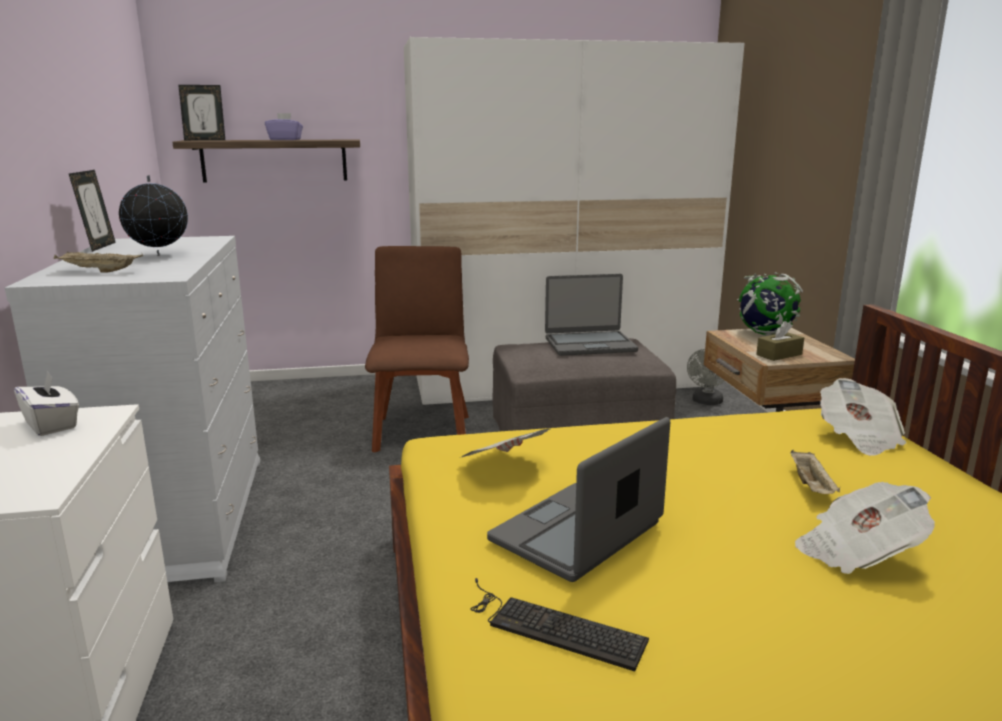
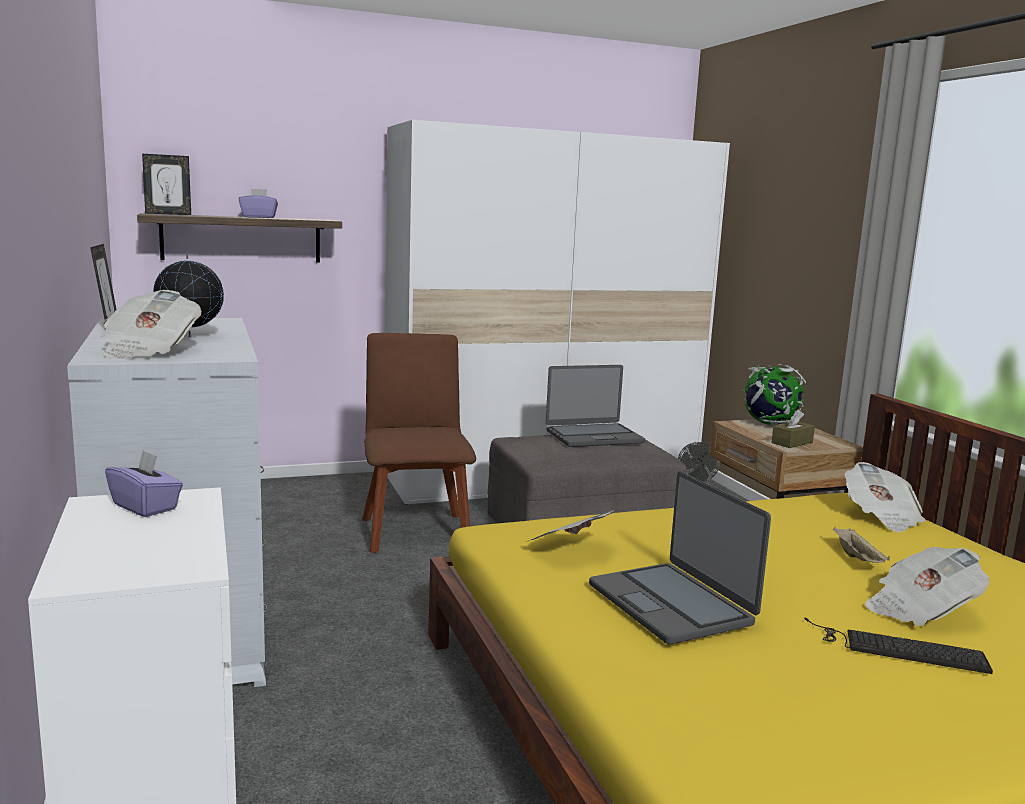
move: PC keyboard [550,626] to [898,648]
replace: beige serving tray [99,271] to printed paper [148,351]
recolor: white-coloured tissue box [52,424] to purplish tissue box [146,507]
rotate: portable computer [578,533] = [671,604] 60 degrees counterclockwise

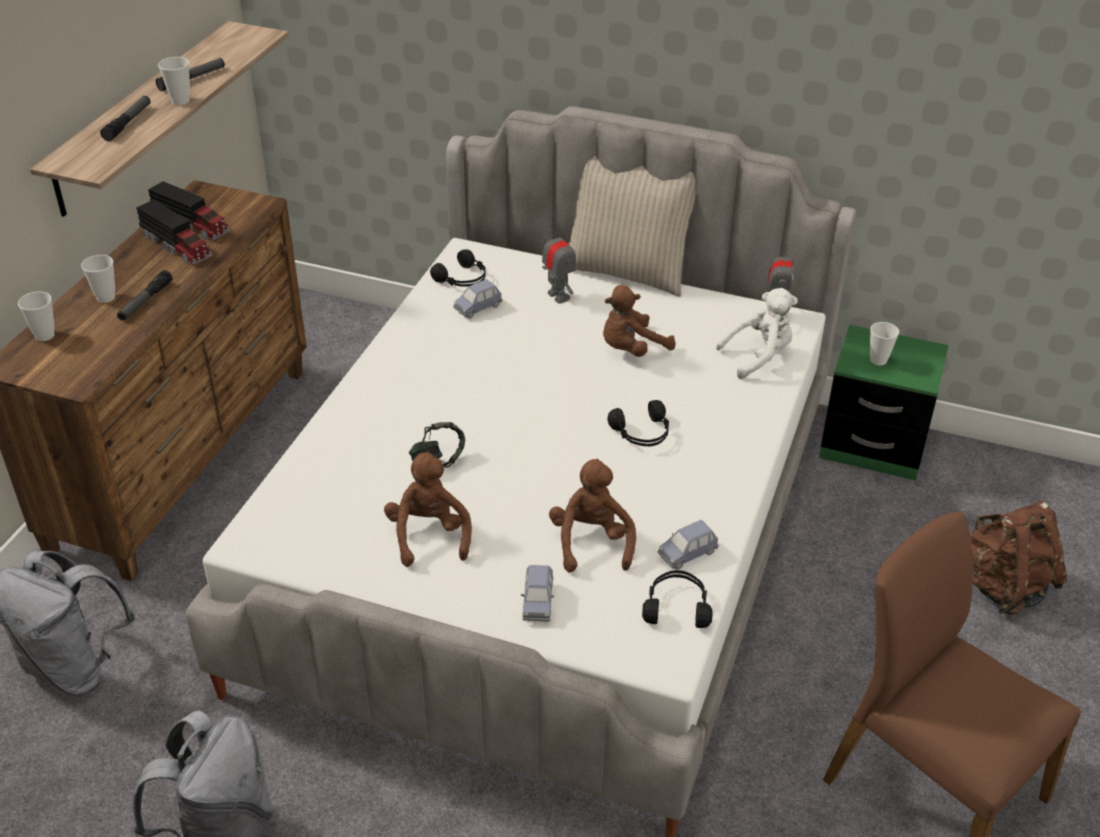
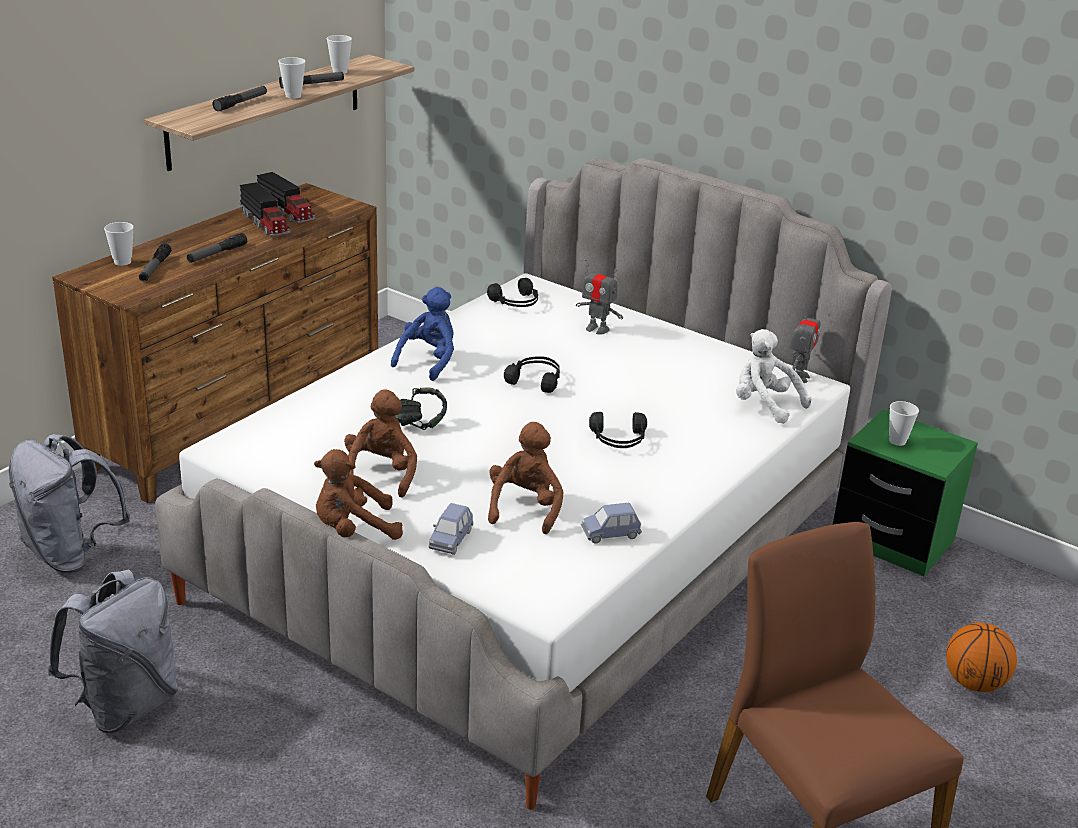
delete: beige pillow [627,271]; blue-coloured miniature car [478,308]
insert: flashlight [155,268]; blue-coloured cuddly toy [429,361]
move: small cup [105,297] to [340,71]; brownish cuddly toy [631,349] to [353,530]; black-coloured pair of headphones [676,606] to [536,380]
replace: brownish knapsack [1002,588] to ball for basketball [974,683]
rotate: robot figure [558,296] = [597,329] 135 degrees clockwise; white-coloured cuddly toy [759,357] = [764,405] 135 degrees counterclockwise

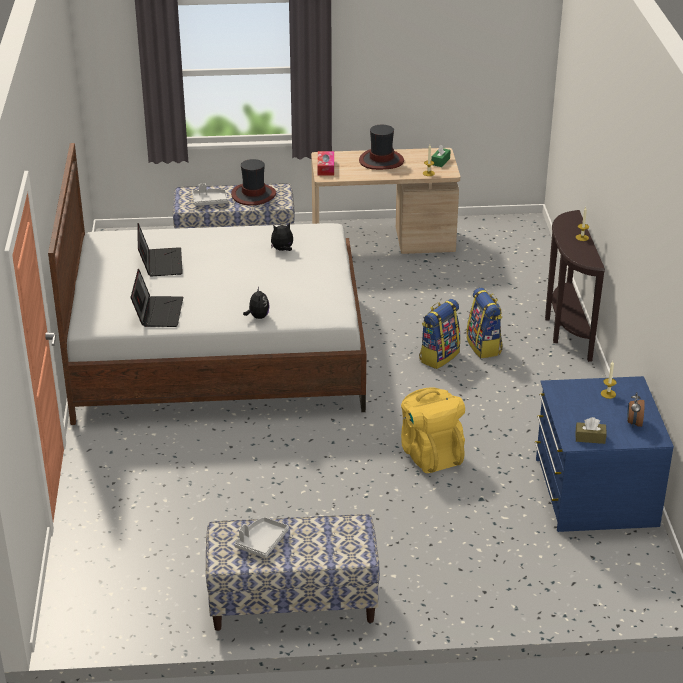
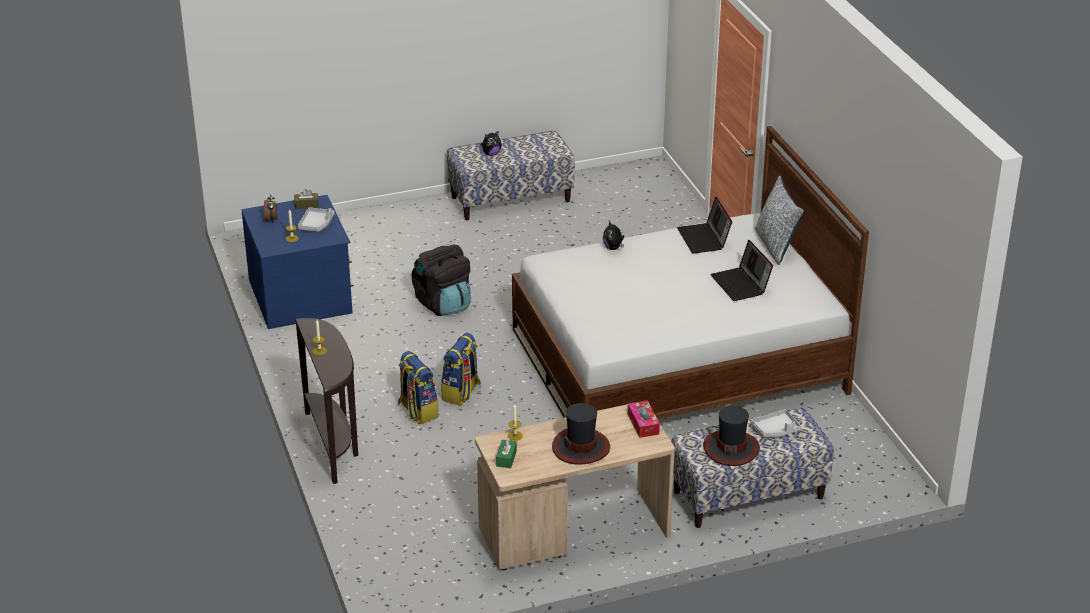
insert: pillow [776,246]
move: cuddly toy [282,250] to [491,154]; greyish serving tray [261,542] to [316,224]
recolor: yellow knapsack [430,454] to black-coloured knapsack [443,304]

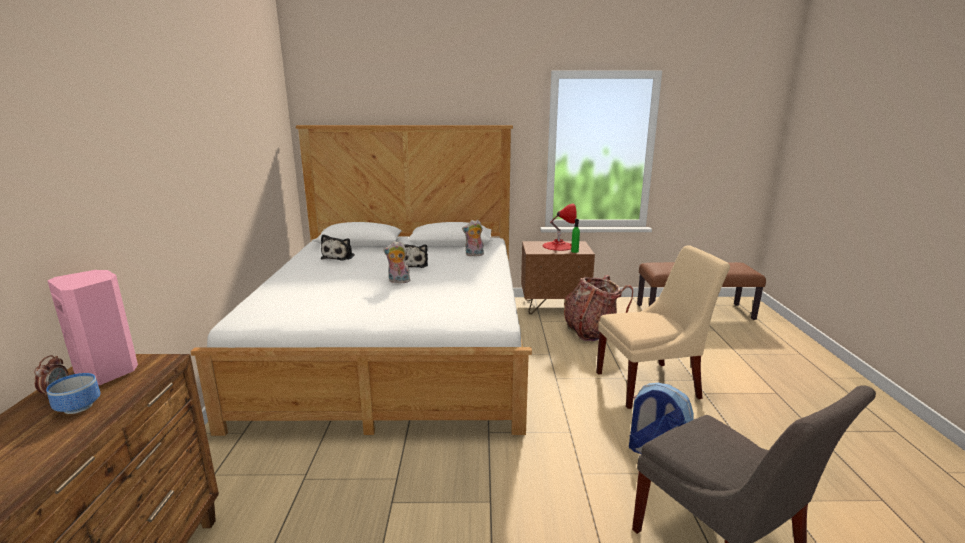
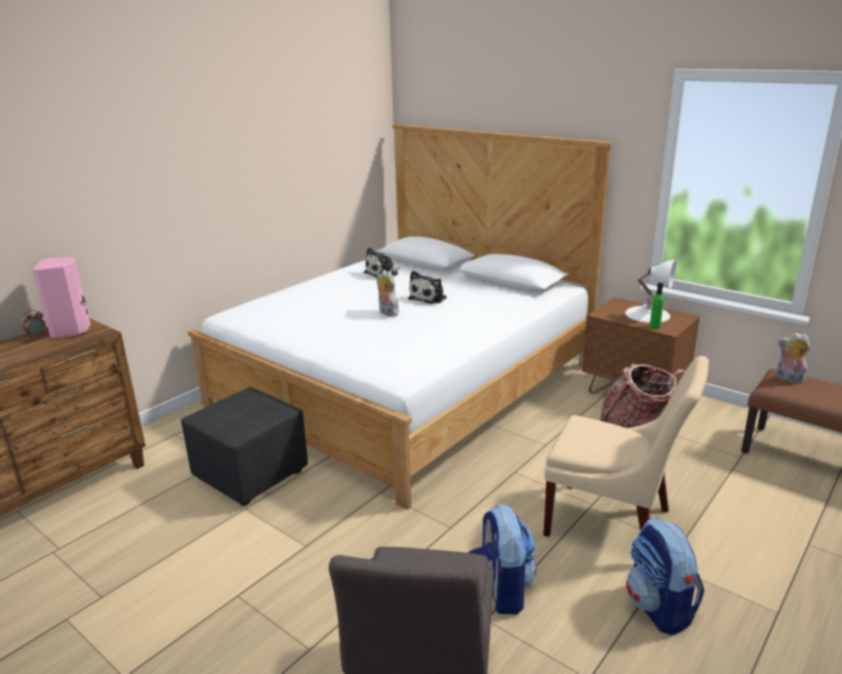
delete: deep dish [80,407]
insert: black-coloured ottoman [252,475]; knapsack [659,608]
move: cuddly toy [474,255] to [788,379]
recolor: red-coloured tabletop lamp [558,246] to white-coloured tabletop lamp [647,314]

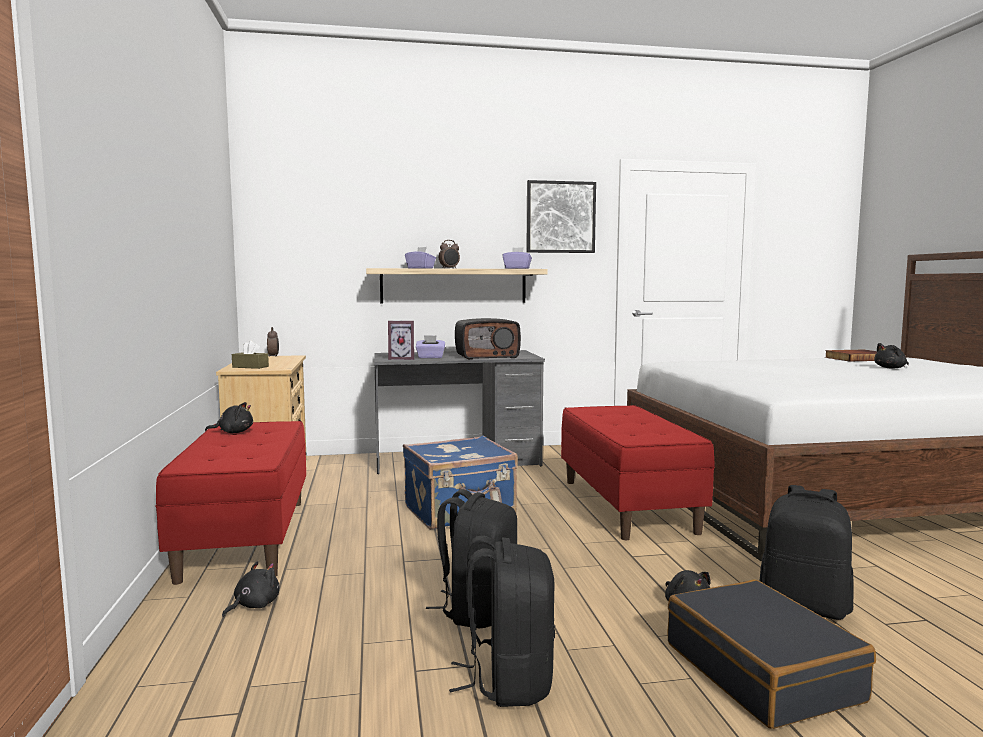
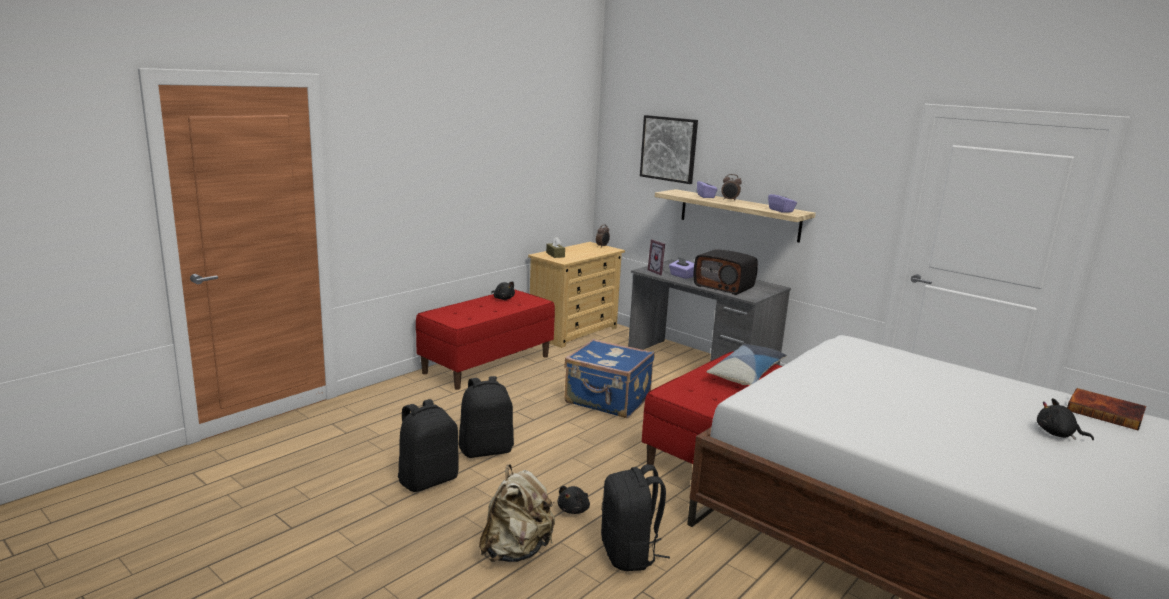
delete: black-coloured cuddly toy [254,605]
insert: pillow [747,374]
move: wall art [560,217] to [669,149]
replace: black-coloured piece of luggage [762,671] to beige knapsack [516,551]

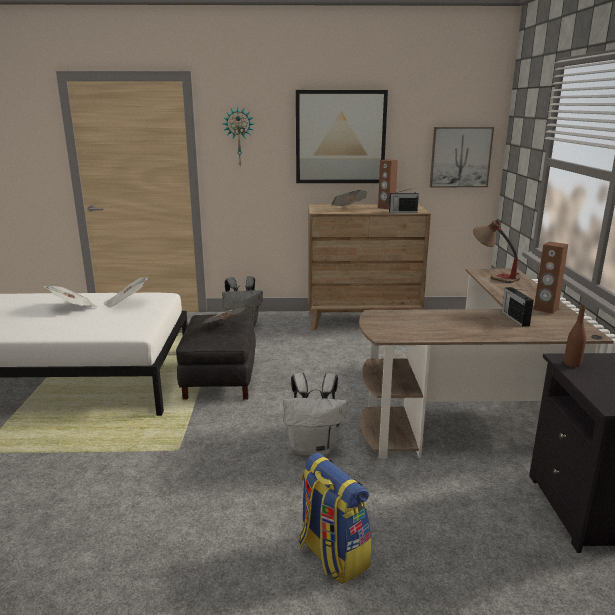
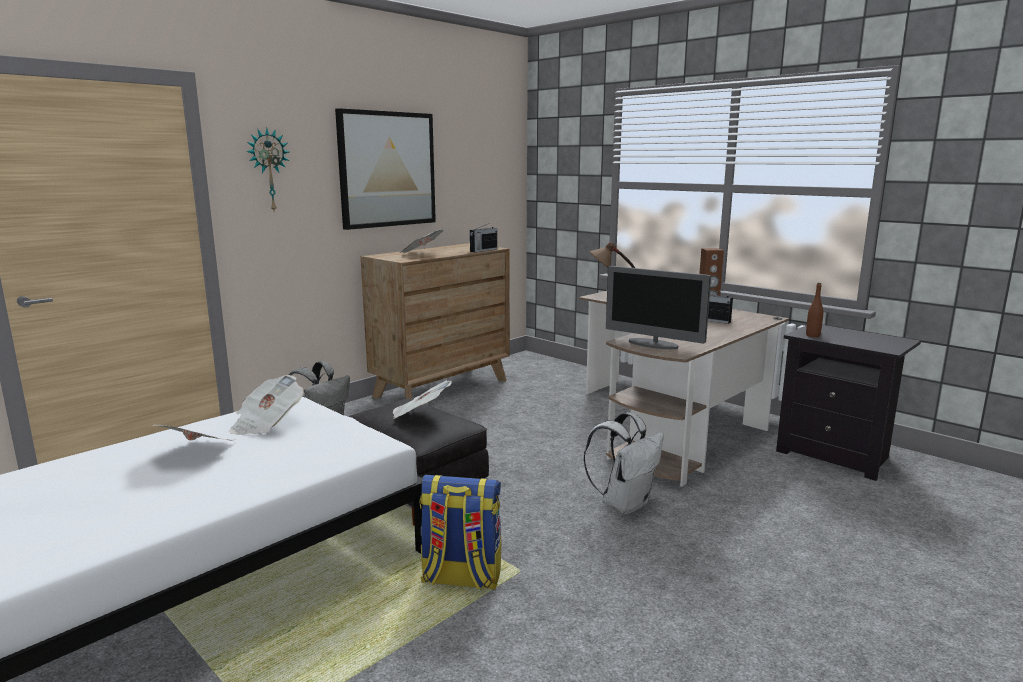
delete: wall art [460,157]; brownish audio speaker [386,208]
insert: computer display [653,344]
move: knapsack [332,555] to [461,578]

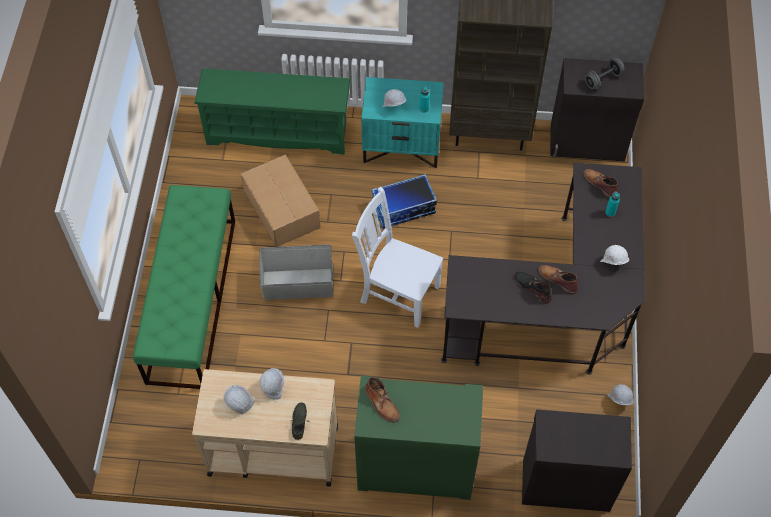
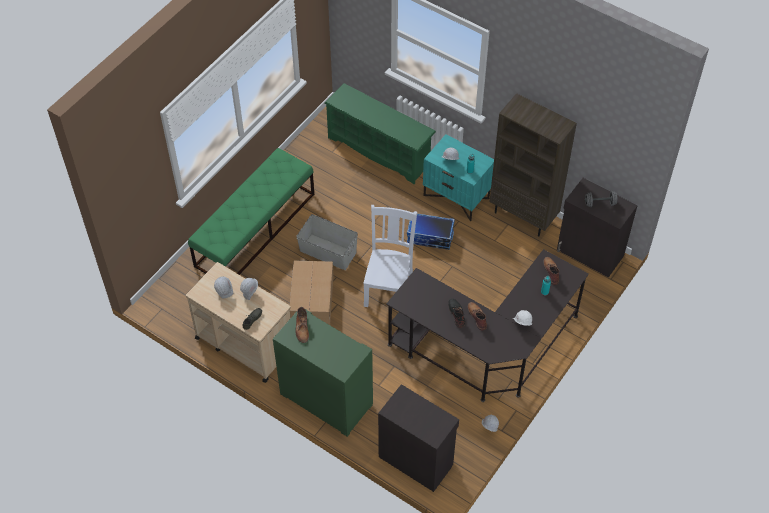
move: carton [281,208] to [312,299]
rotate: white-coloured chair [397,292] = [389,288] 45 degrees clockwise

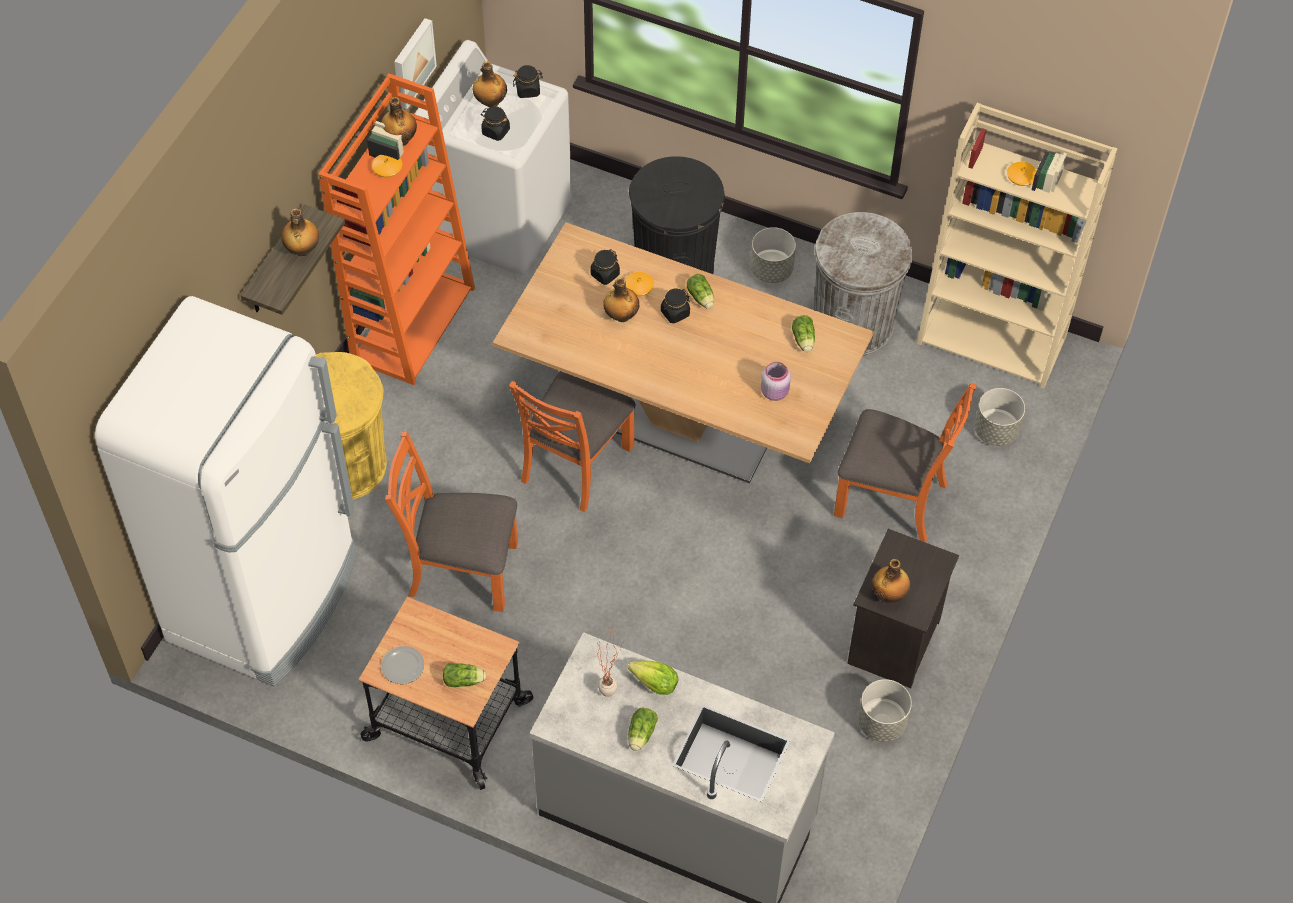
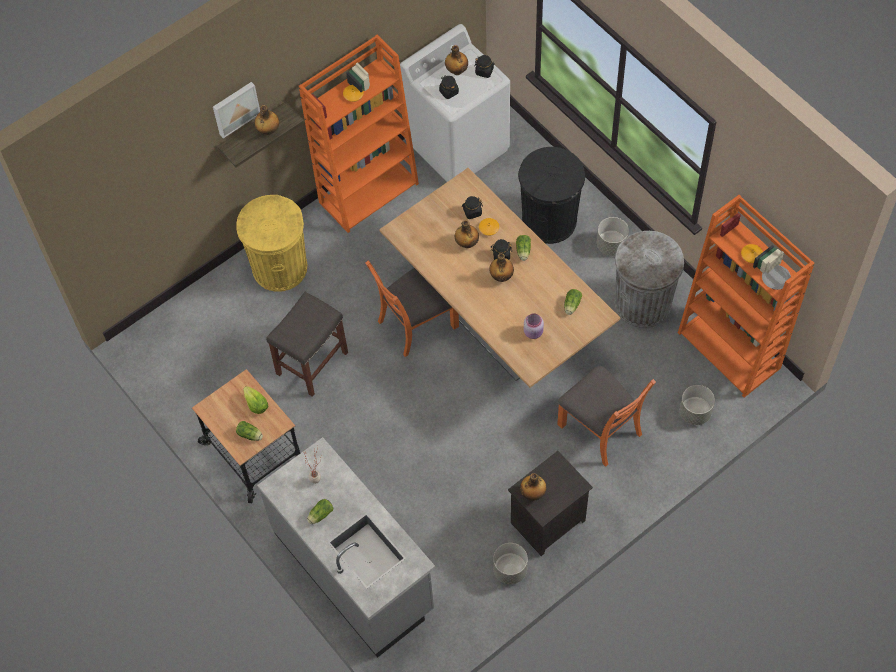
delete: white-coloured fridge [265,597]
move: wall art [412,62] to [235,108]; bottle [400,139] to [501,276]; flat dish [403,665] to [776,277]; head of lettuce [655,684] to [256,405]
replace: orange chair [461,569] to greyish sitting stool [312,362]
recolor: beige shelving unit [993,339] to orange shelving unit [730,350]

